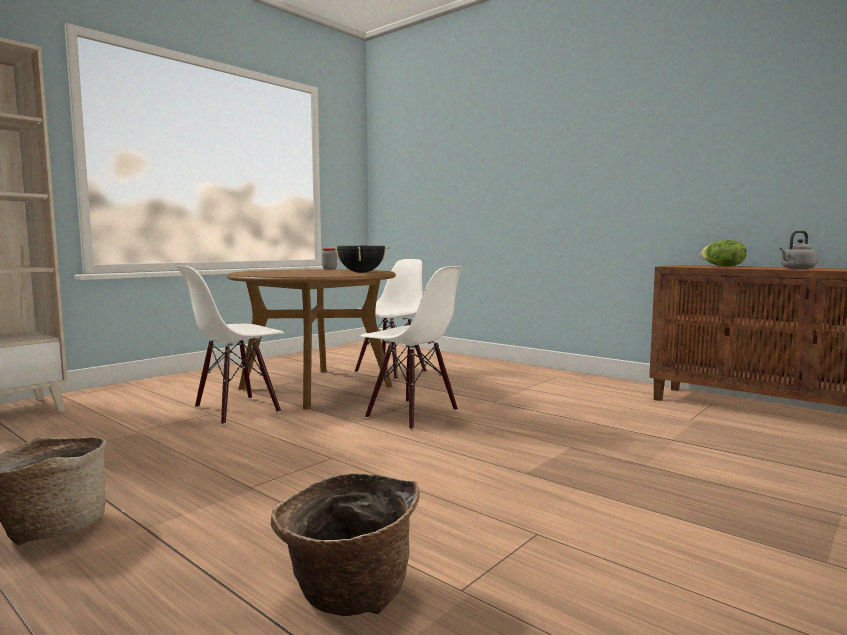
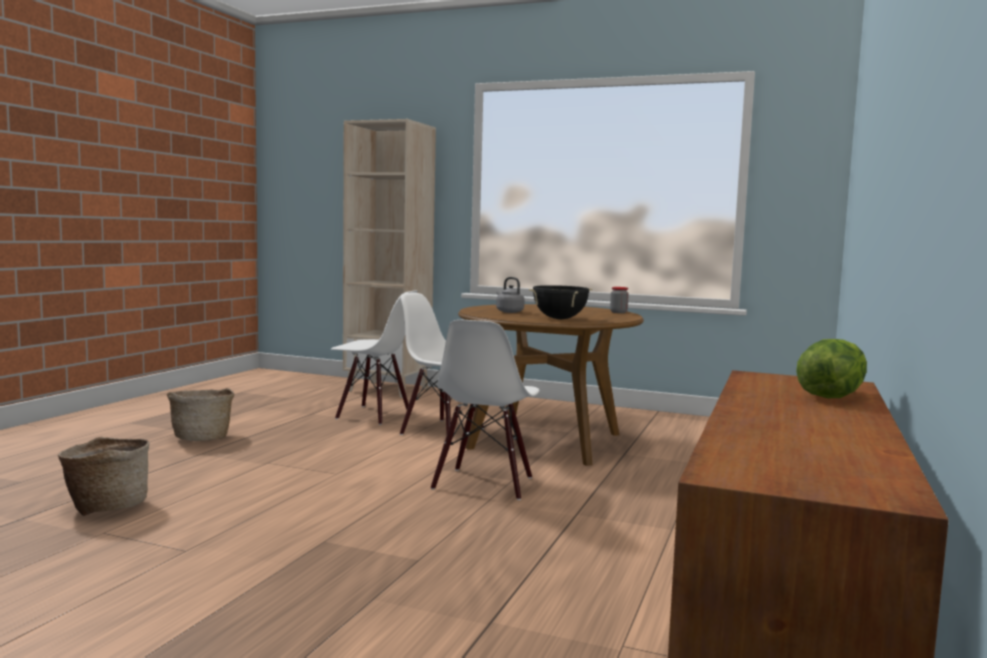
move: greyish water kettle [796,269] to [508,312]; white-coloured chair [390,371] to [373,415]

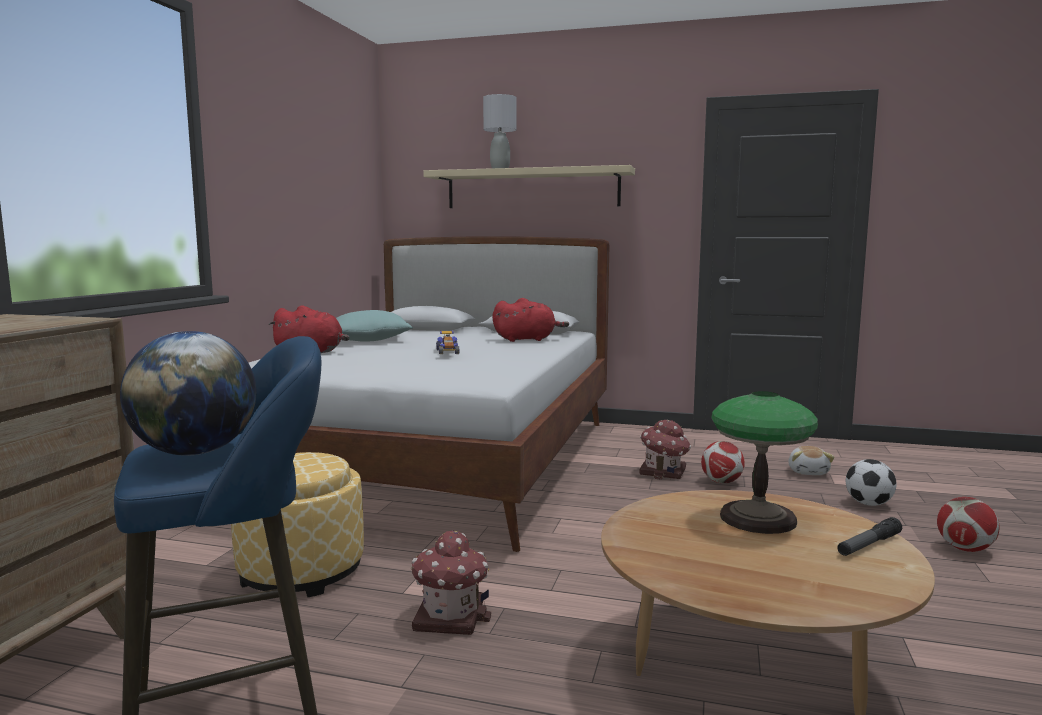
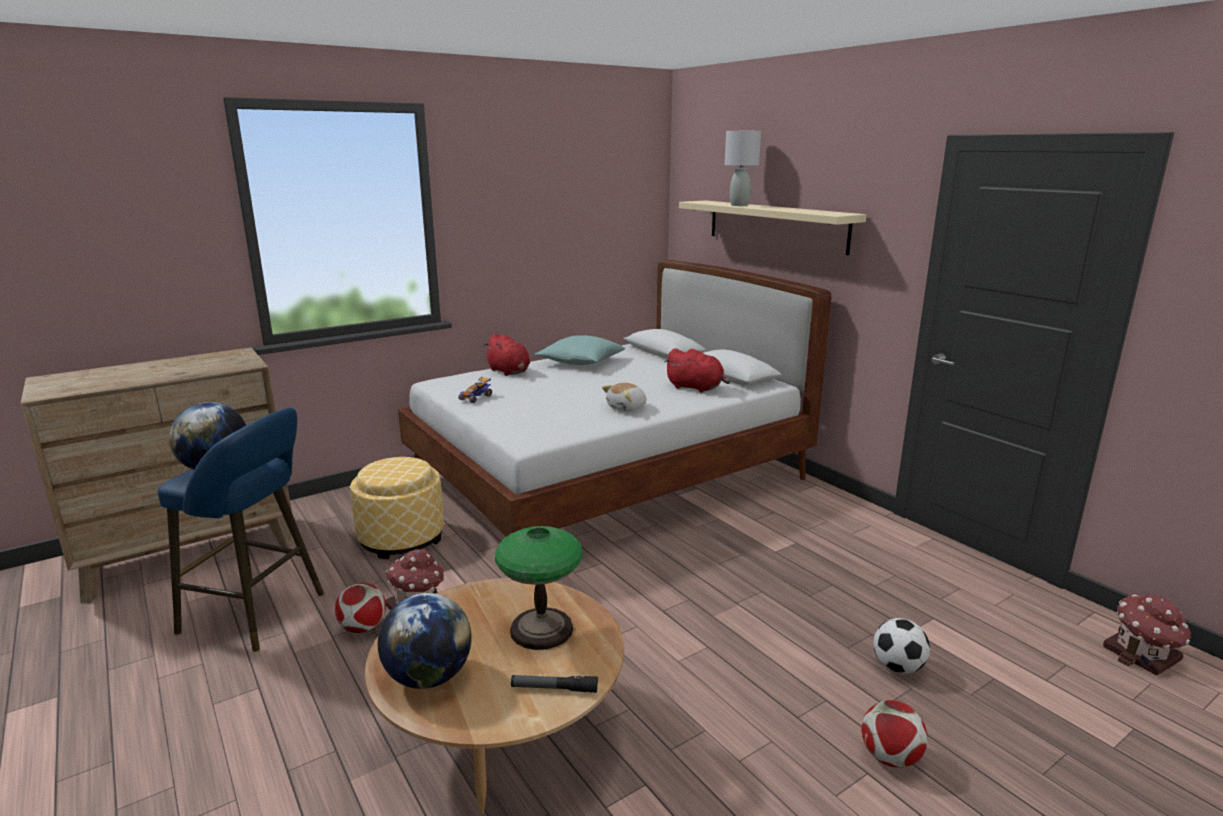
insert: desk globe [429,677]
move: miniature car [447,351] to [476,397]; model house [664,472] to [1142,655]; football ball [721,482] to [363,628]; cuddly toy [808,472] to [627,408]

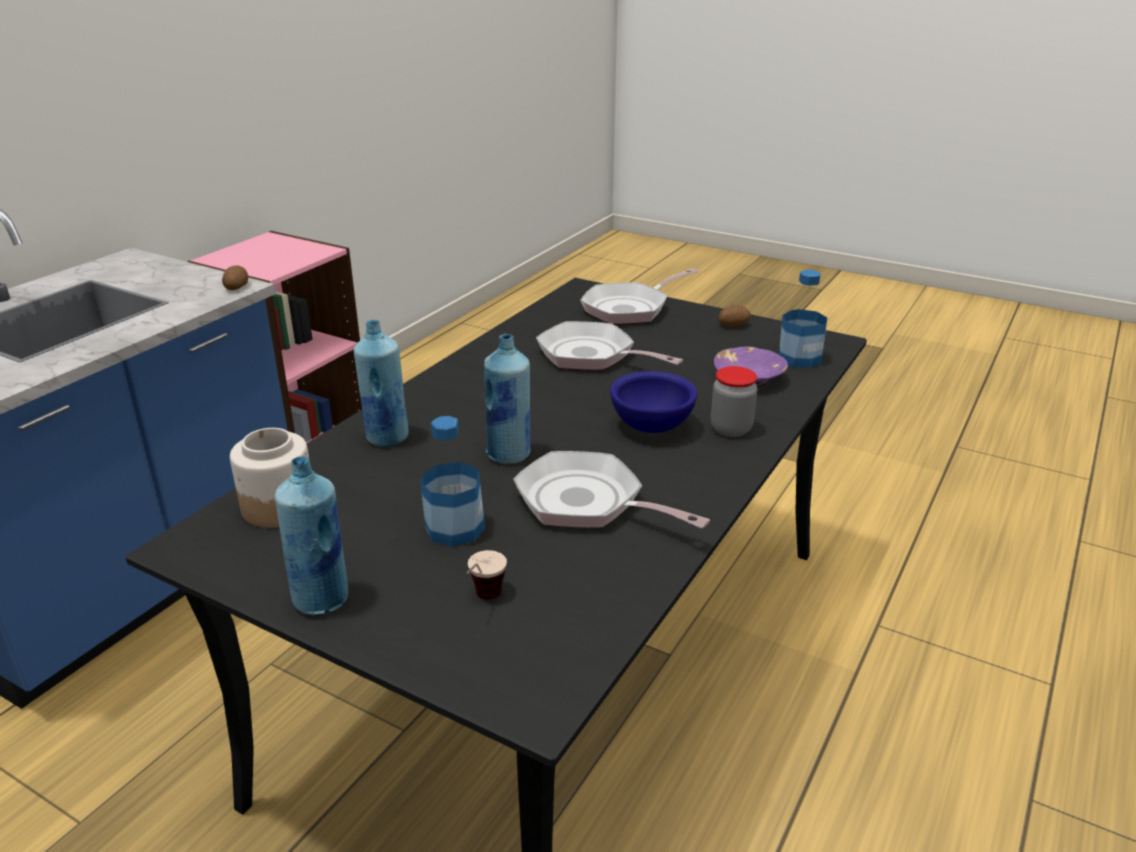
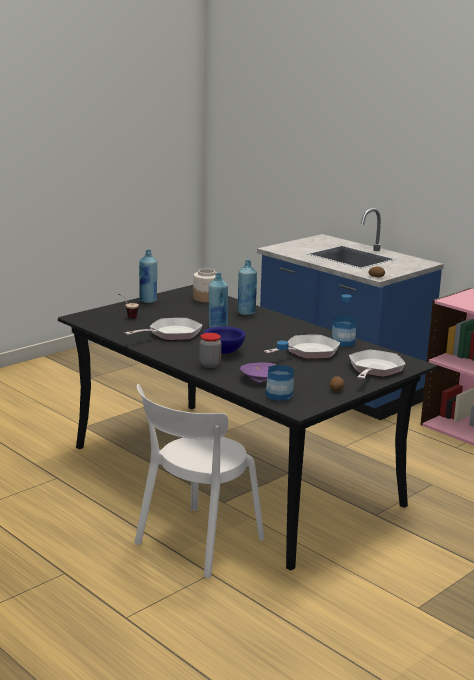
insert: white-coloured chair [196,543]
move: bottle [455,528] to [343,342]
rotate: frying pan [630,308] = [374,369] 45 degrees clockwise

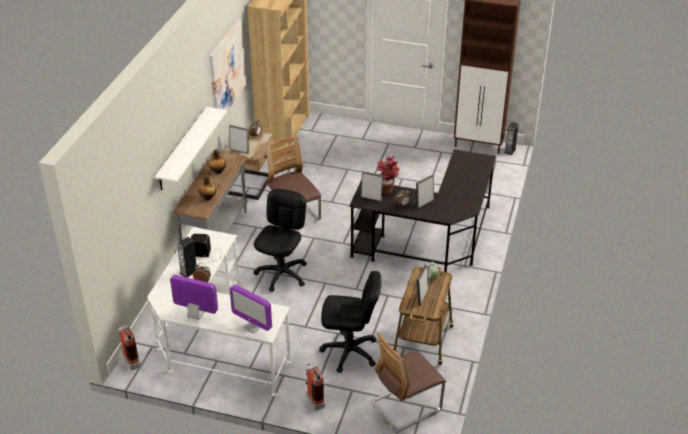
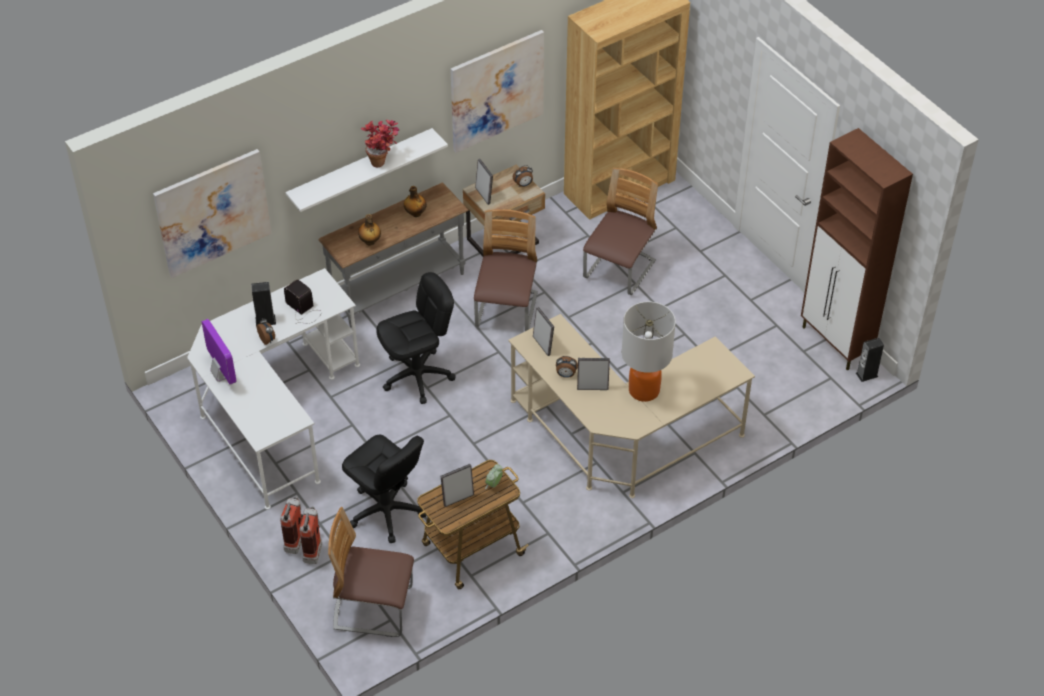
delete: computer display [253,327]
insert: wall art [213,212]; chair [619,270]; tabletop lamp [643,390]
move: potted plant [388,189] to [383,162]; fire extinguisher [130,360] to [314,548]
recolor: black-coloured desk table [432,241] to beige desk table [622,438]

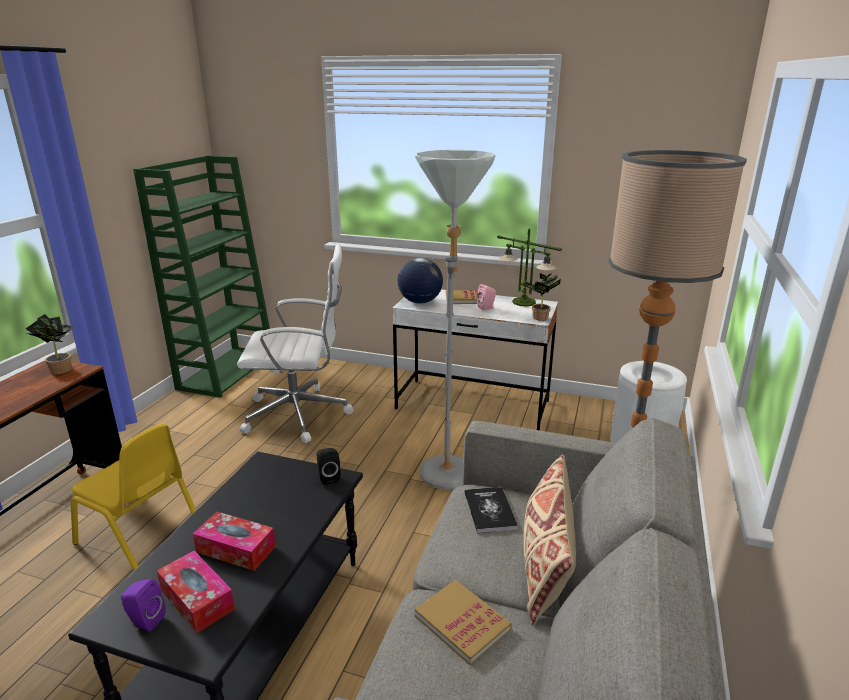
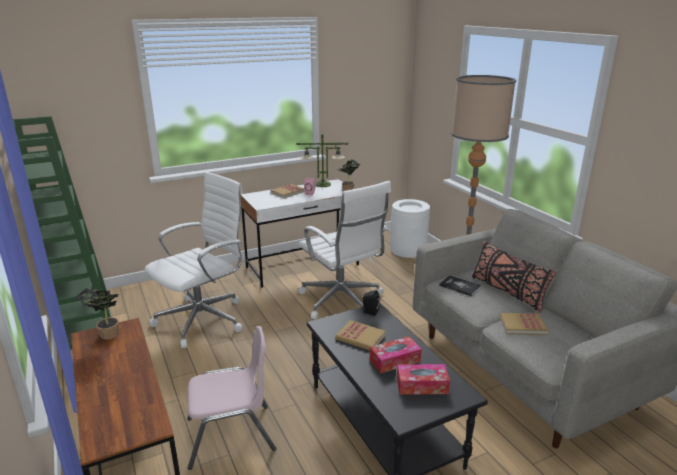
delete: desk globe [419,302]; purplish audio speaker [145,620]
insert: bound book [360,337]
replace: greyish standard lamp [448,466] to white-coloured computer chair [342,301]
recolor: yellow chair [141,537] to pink chair [231,435]; beige pillow [545,560] to black-coloured pillow [507,292]

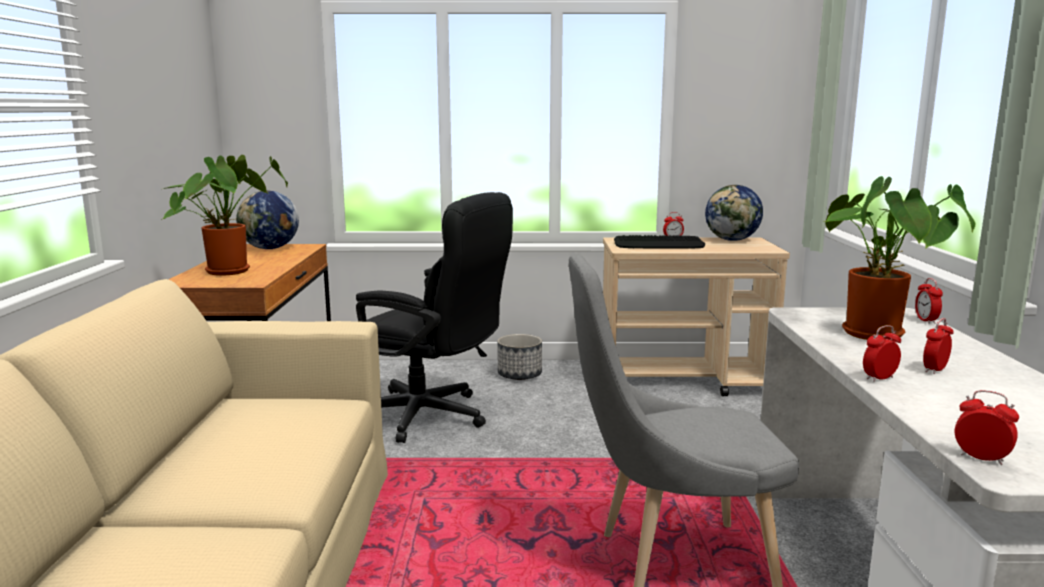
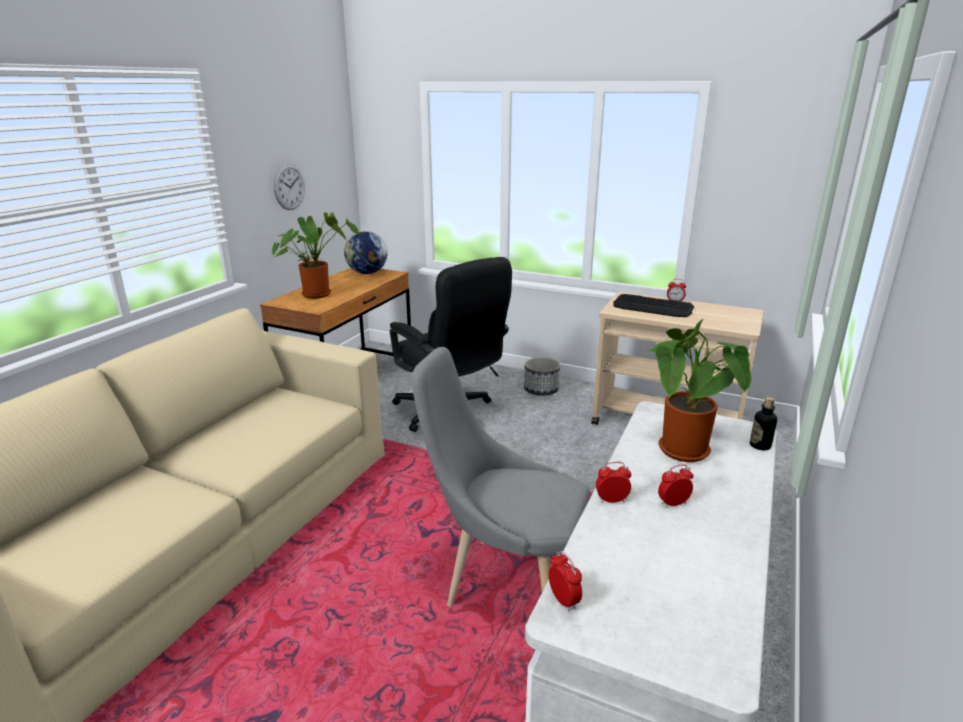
delete: desk globe [732,240]
insert: clock on the wall [289,187]
replace: alarm clock [926,320] to bottle [760,445]

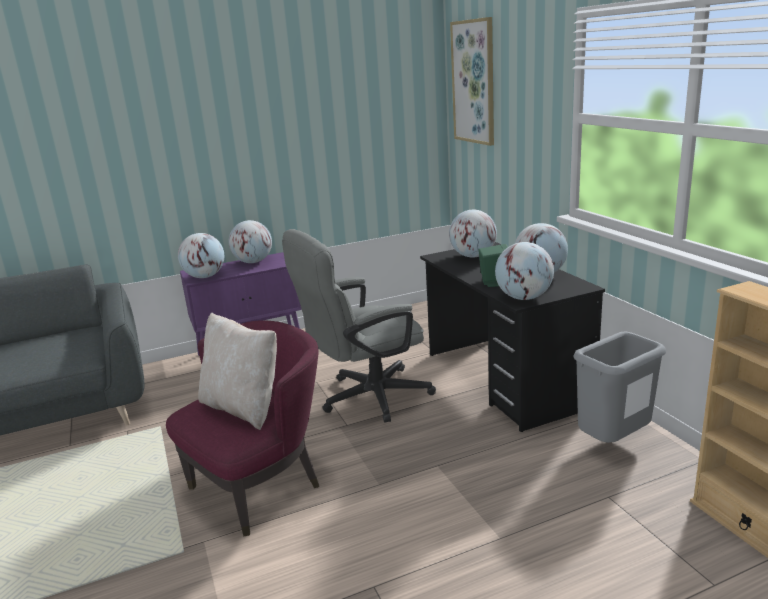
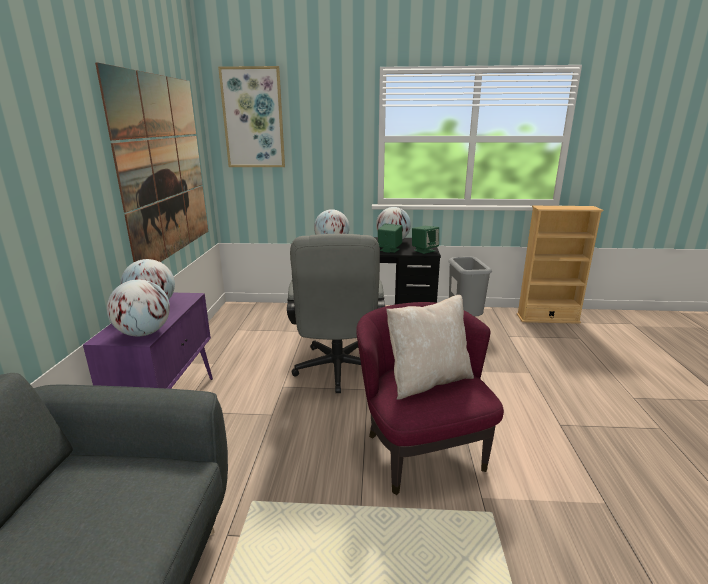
insert: wall art [164,168]
replace: desk globe [524,298] to green audio speaker [424,250]

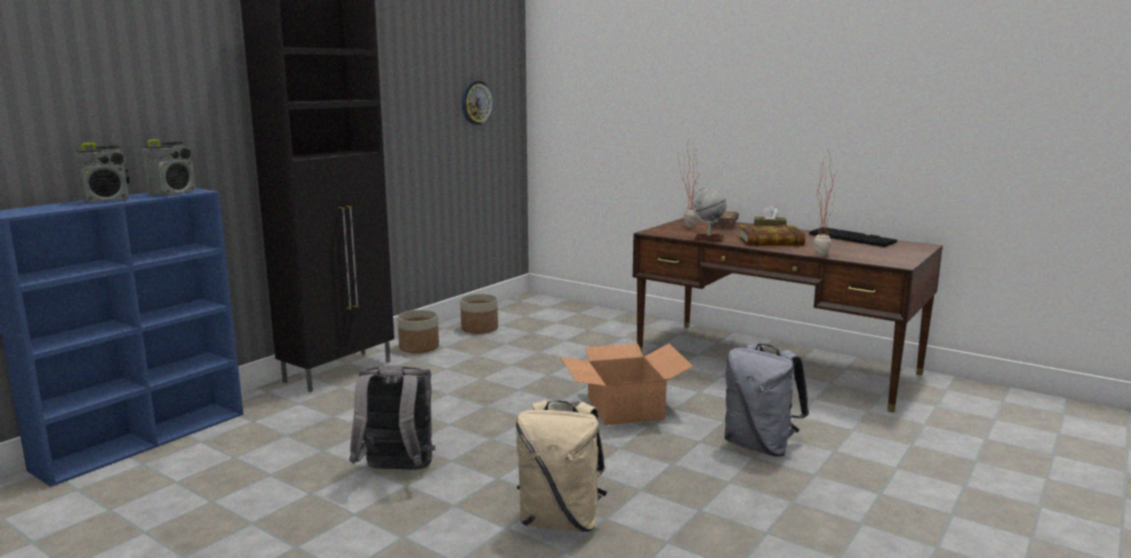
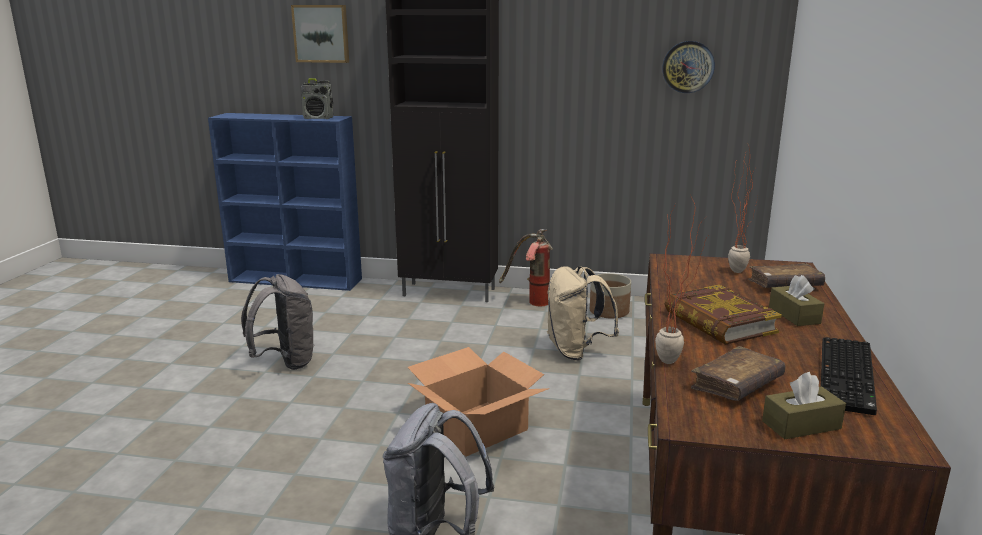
delete: radio set [107,200]; desk globe [708,239]
insert: wall art [321,33]; brownish bound book [736,385]; brownish tissue box [801,425]
move: beige knapsack [561,521] to [576,351]
replace: planter [419,347] to fire extinguisher [530,302]

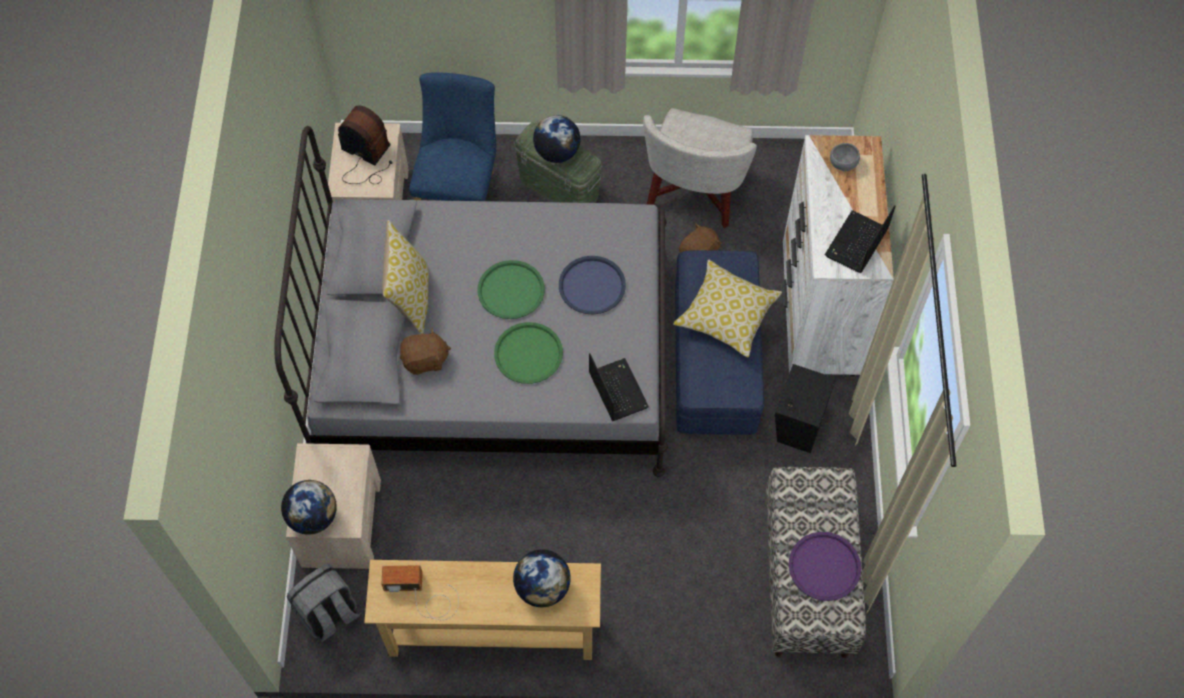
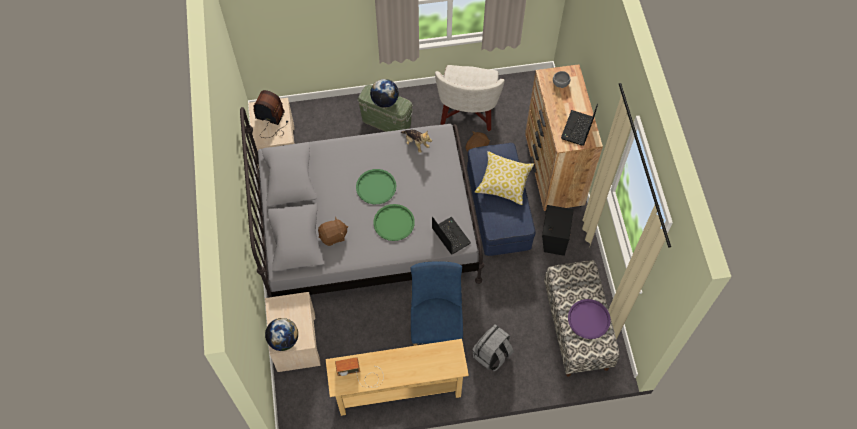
delete: pillow [410,297]; blue-coloured serving tray [592,286]; desk globe [542,587]
insert: cuddly toy [416,143]
move: blue-coloured chair [460,192] to [436,326]; greyish knapsack [329,614] to [492,355]
recolor: white-coloured chest of drawers [818,313] to brownish chest of drawers [553,173]

